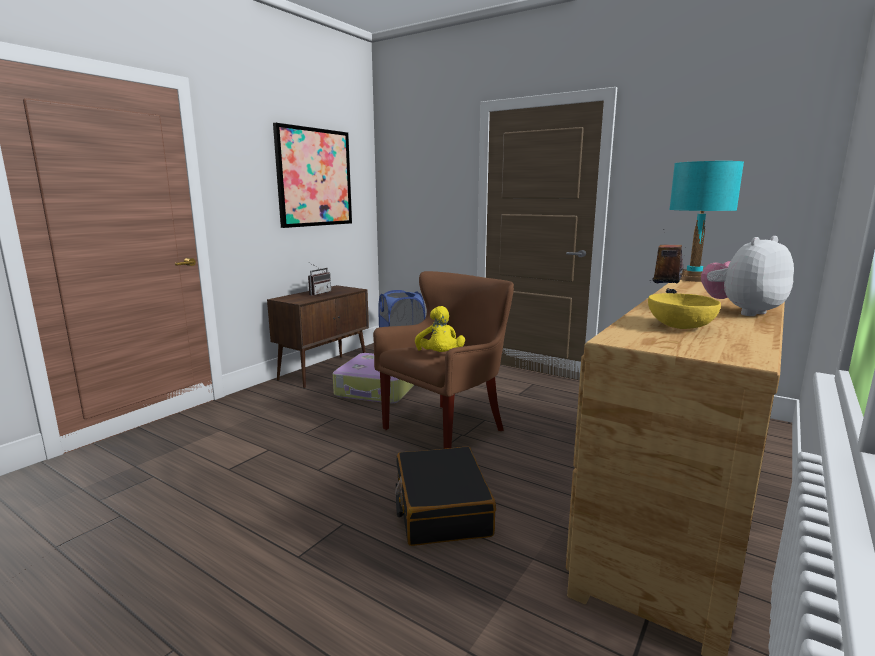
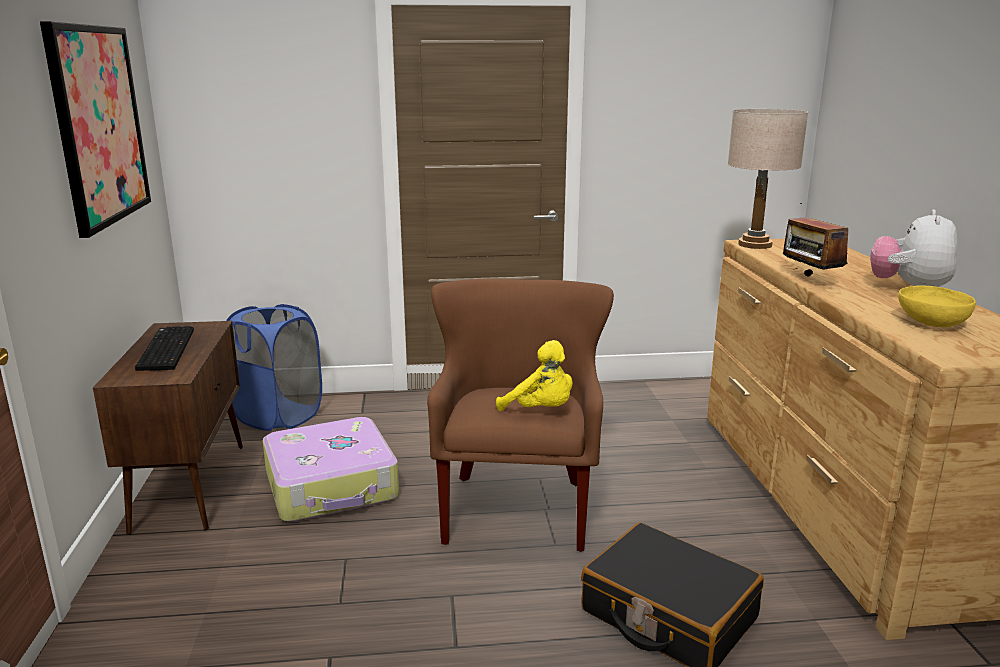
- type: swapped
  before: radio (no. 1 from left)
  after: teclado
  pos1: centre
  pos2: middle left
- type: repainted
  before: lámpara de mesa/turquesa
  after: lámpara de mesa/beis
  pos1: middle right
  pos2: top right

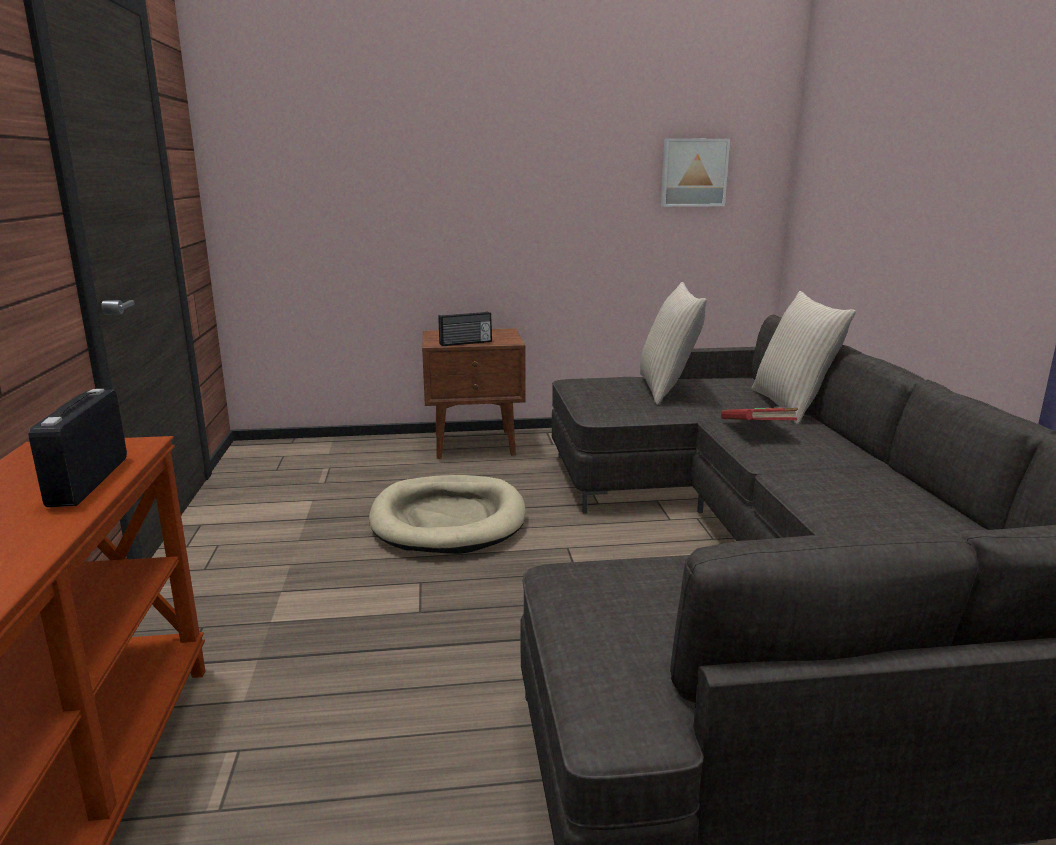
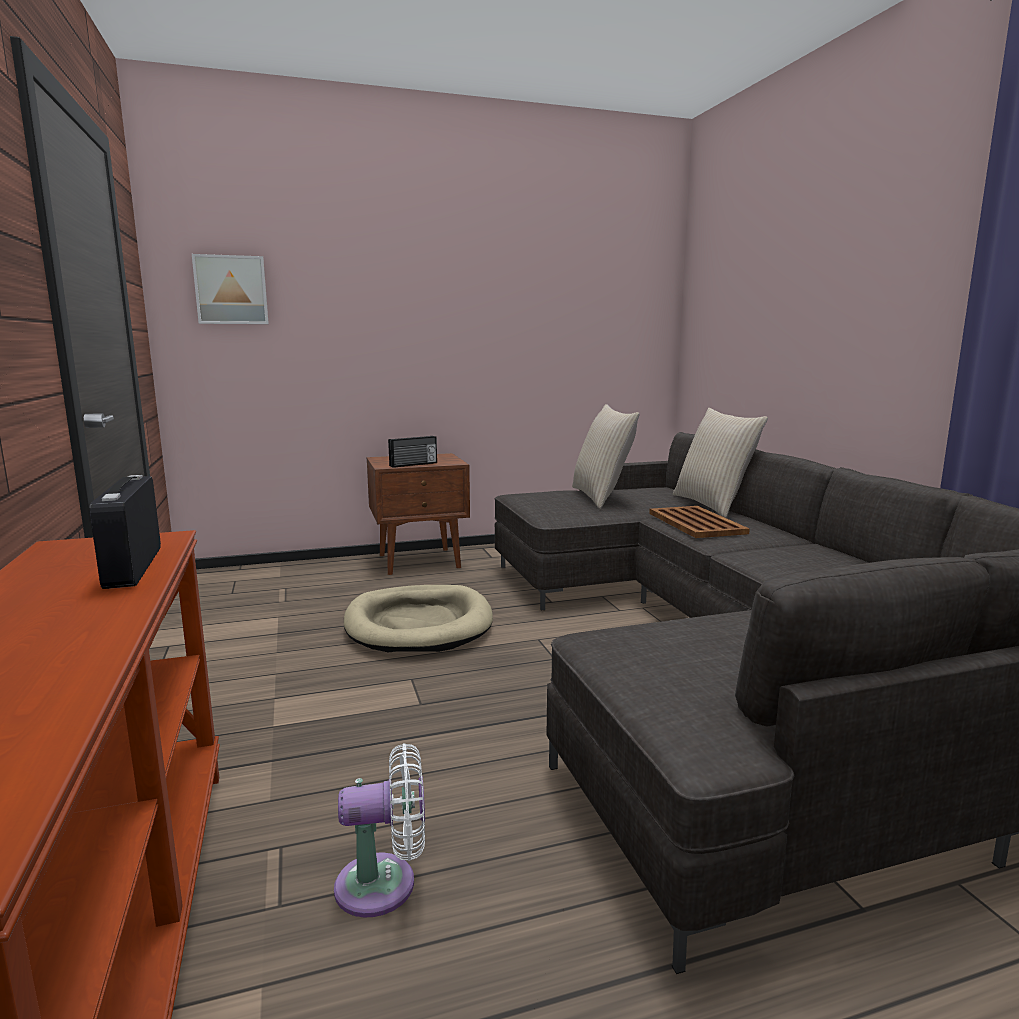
- type: shifted
  before: cuadro
  pos1: top centre
  pos2: top left
- type: swapped
  before: libro/rojo
  after: bandeja/marrón
  pos1: middle right
  pos2: middle right
- type: new
  after: ventilador/blanco
  pos2: bottom centre

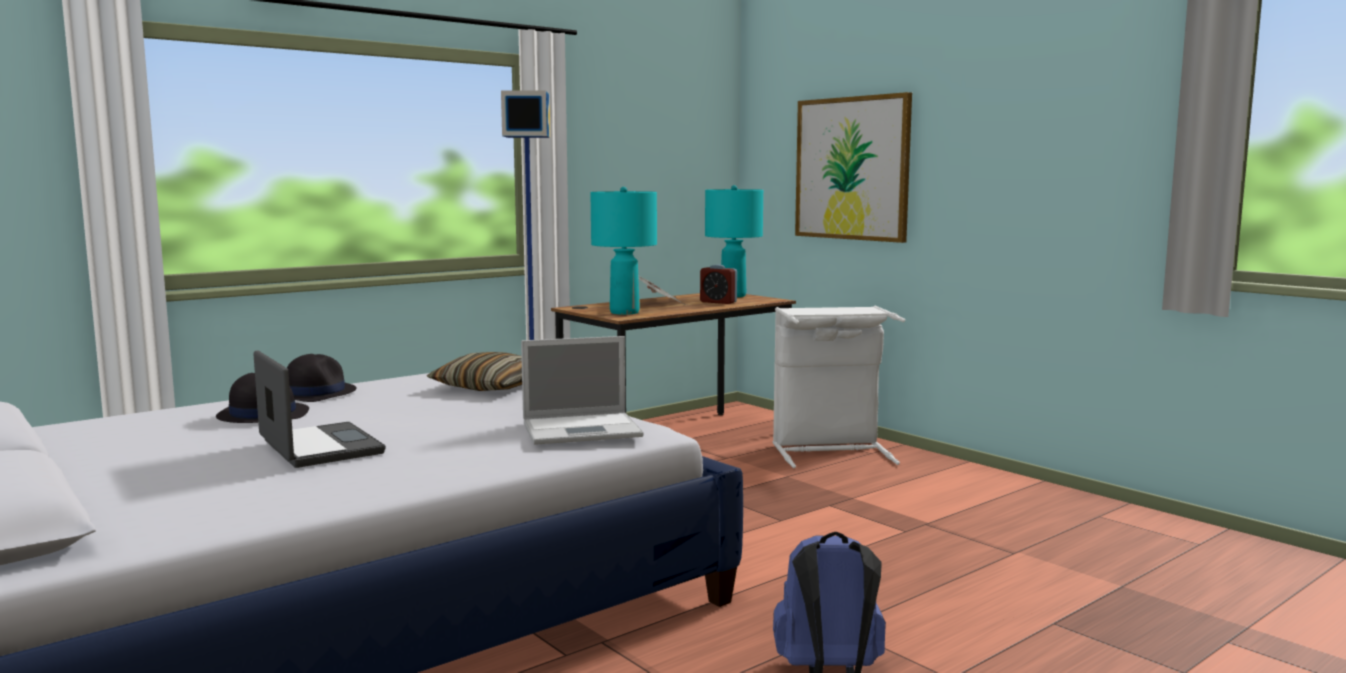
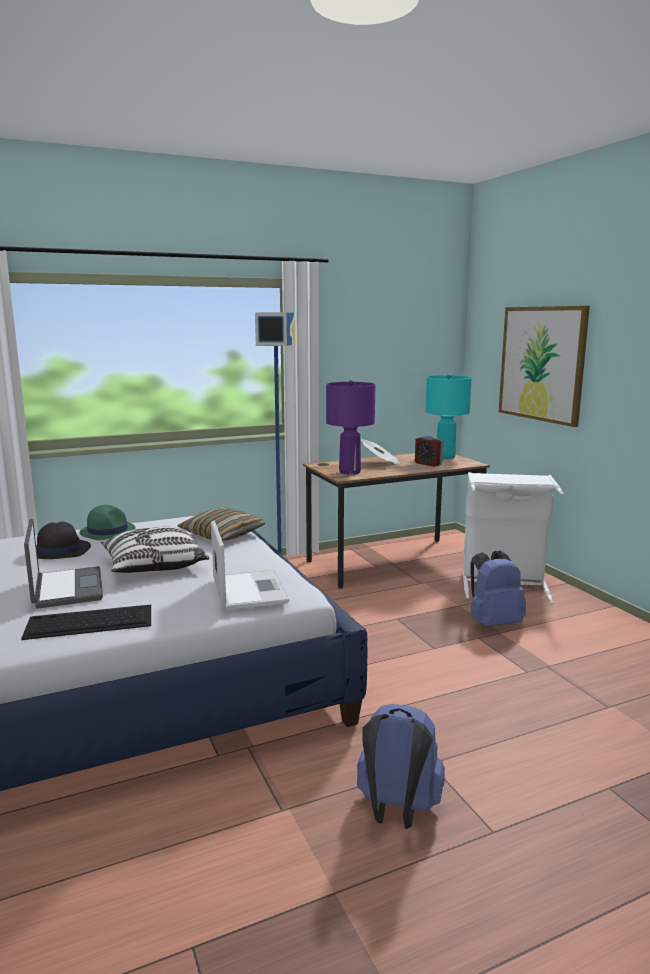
- type: repainted
  before: sombrero/negro (no. 2 from left)
  after: sombrero/verde
  pos1: middle left
  pos2: middle left
- type: rotated
  before: portátil (no. 2 from left)
  pos1: centre
  pos2: centre
  turn: -105
- type: repainted
  before: lámpara de mesa/turquesa (no. 1 from left)
  after: lámpara de mesa/morado
  pos1: centre
  pos2: centre
- type: new
  after: teclado
  pos2: middle left
- type: new
  after: cojín (no. 1 from left)
  pos2: middle left
- type: new
  after: mochila/azul (no. 2 from left)
  pos2: middle right

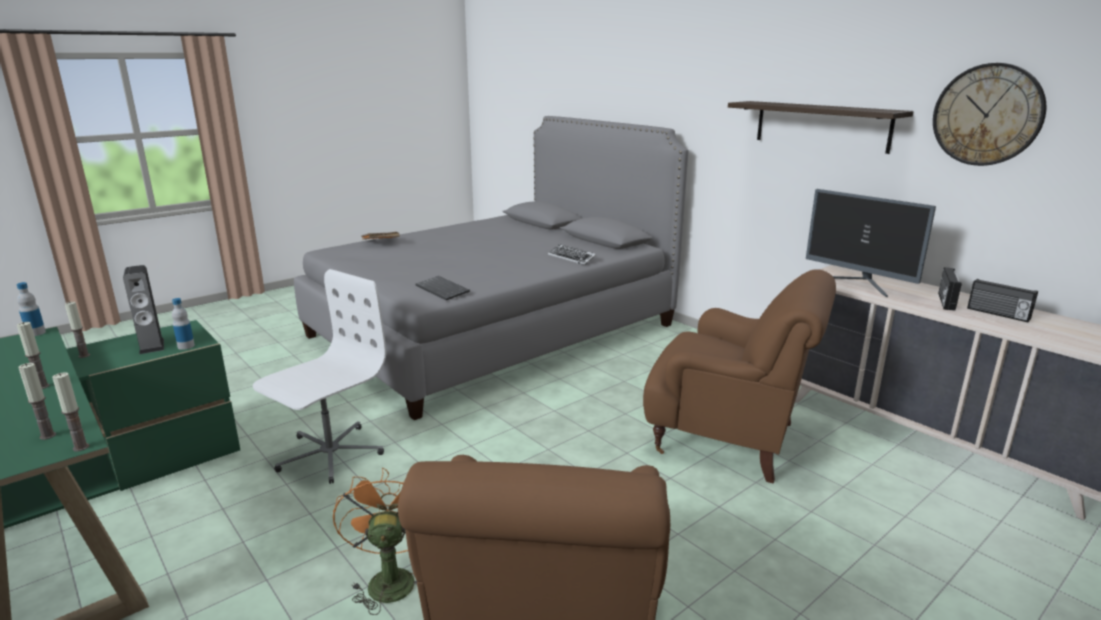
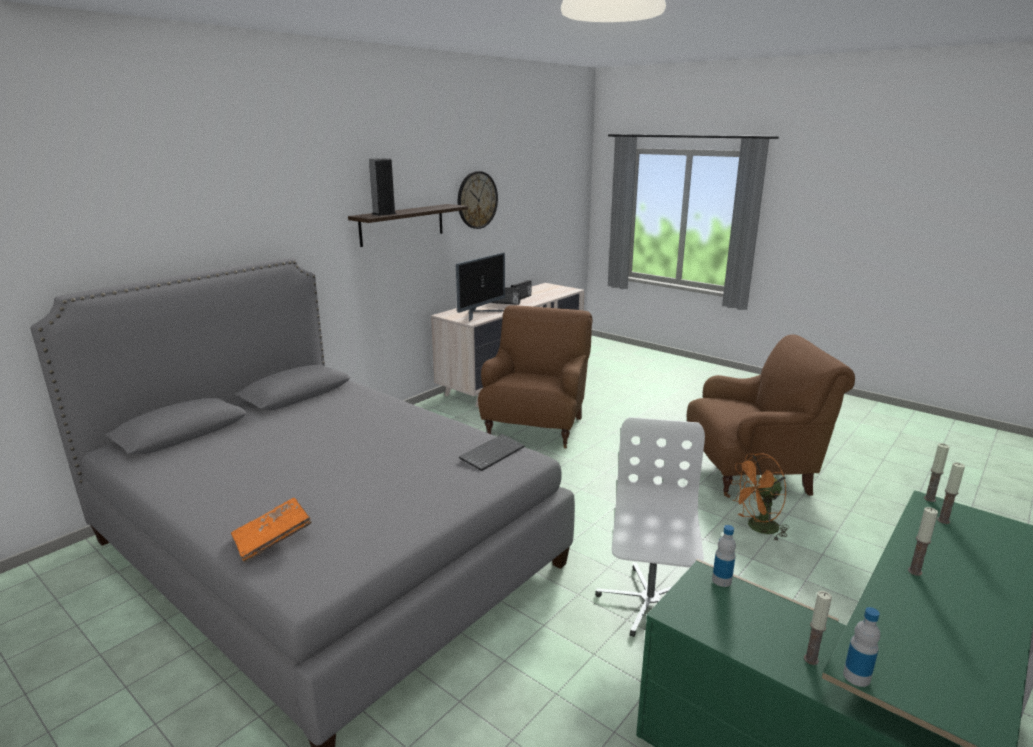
- type: shifted
  before: altavoz
  pos1: middle left
  pos2: top centre
- type: rotated
  before: silla de oficina/blanco
  pos1: middle left
  pos2: bottom centre
  turn: 75
- type: gone
  before: teclado (no. 2 from left)
  pos1: centre

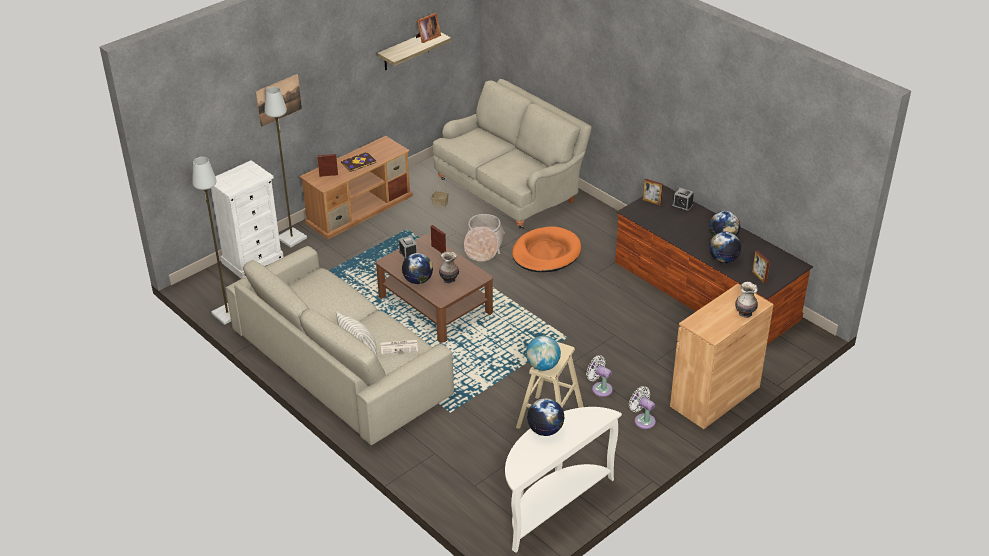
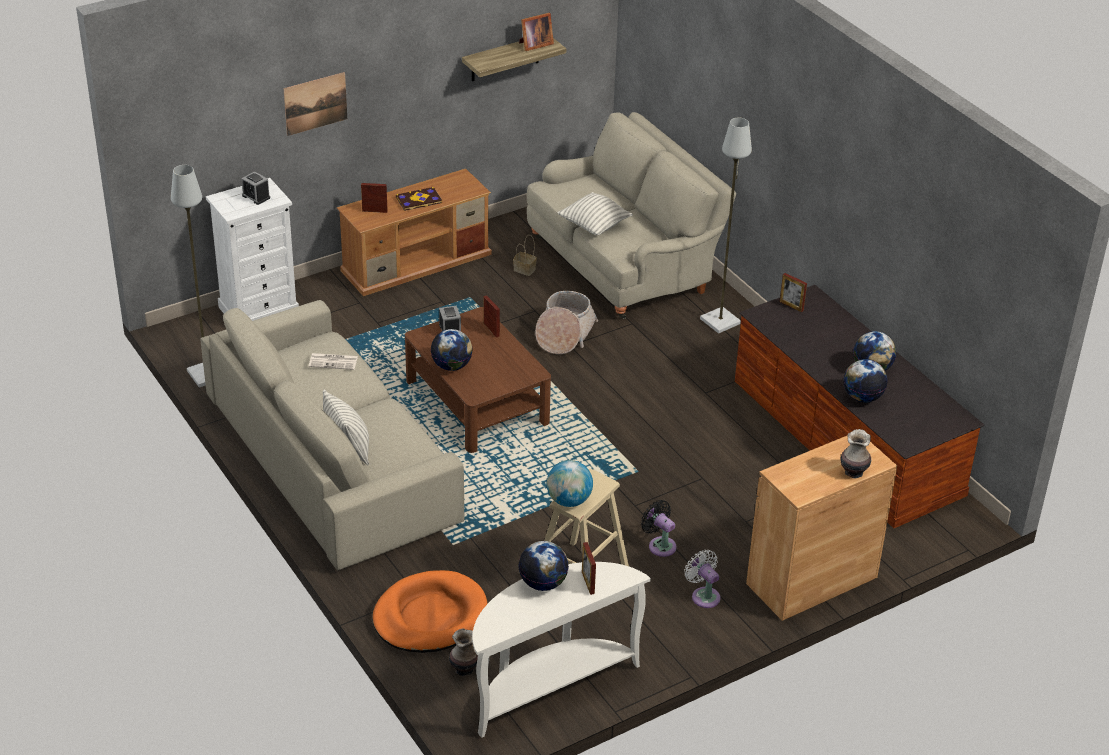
- type: shifted
  before: lámpara de pie/gris (no. 2 from left)
  pos1: top left
  pos2: top centre
- type: shifted
  before: periódico
  pos1: centre
  pos2: middle left
- type: shifted
  before: florero (no. 1 from left)
  pos1: centre
  pos2: bottom centre
- type: shifted
  before: cama para perro/naranja
  pos1: centre
  pos2: bottom centre
- type: repainted
  before: ventilador/blanco (no. 1 from left)
  after: ventilador/negro
  pos1: bottom centre
  pos2: bottom centre
- type: shifted
  before: despertador (no. 2 from left in the first image)
  after: despertador (no. 1 from left)
  pos1: middle right
  pos2: top left
- type: shifted
  before: portarretratos (no. 5 from left in the first image)
  after: portarretratos (no. 4 from left)
  pos1: middle right
  pos2: bottom centre
- type: new
  after: cojín (no. 2 from left)
  pos2: top centre

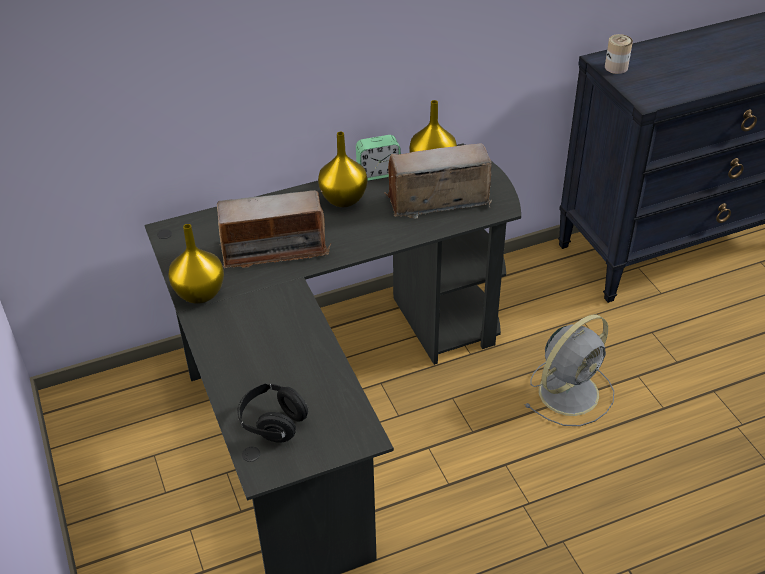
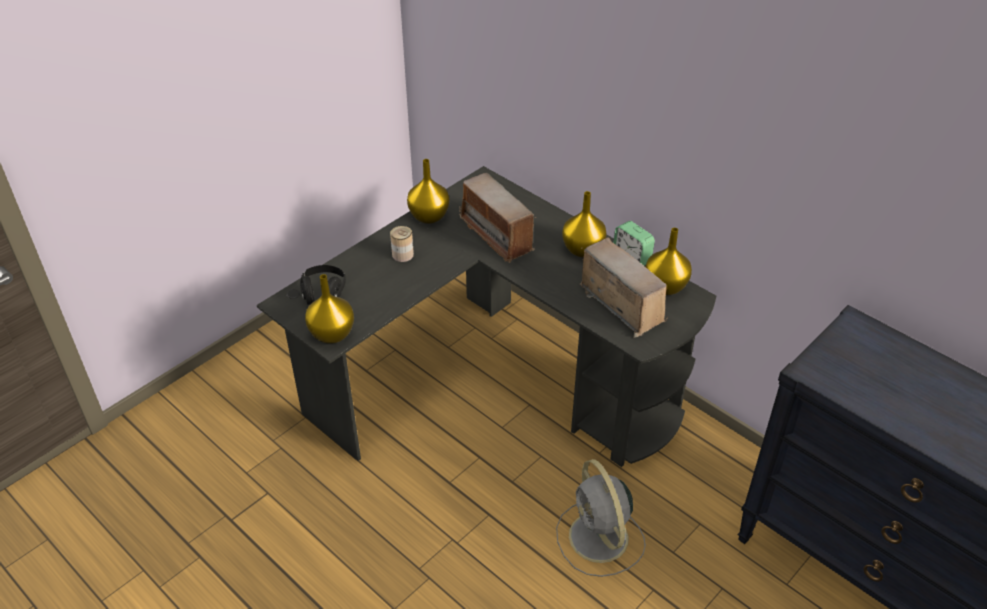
- type: rotated
  before: ventilador/gris
  pos1: middle right
  pos2: bottom centre
  turn: 45
- type: shifted
  before: lata
  pos1: top right
  pos2: centre
- type: new
  after: florero/amarillo (no. 1 from left)
  pos2: centre

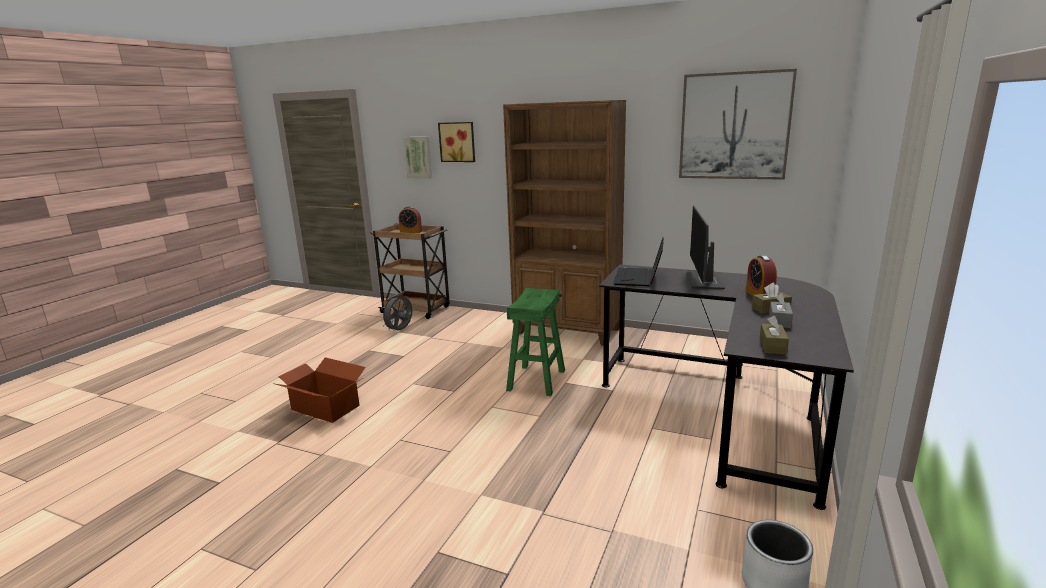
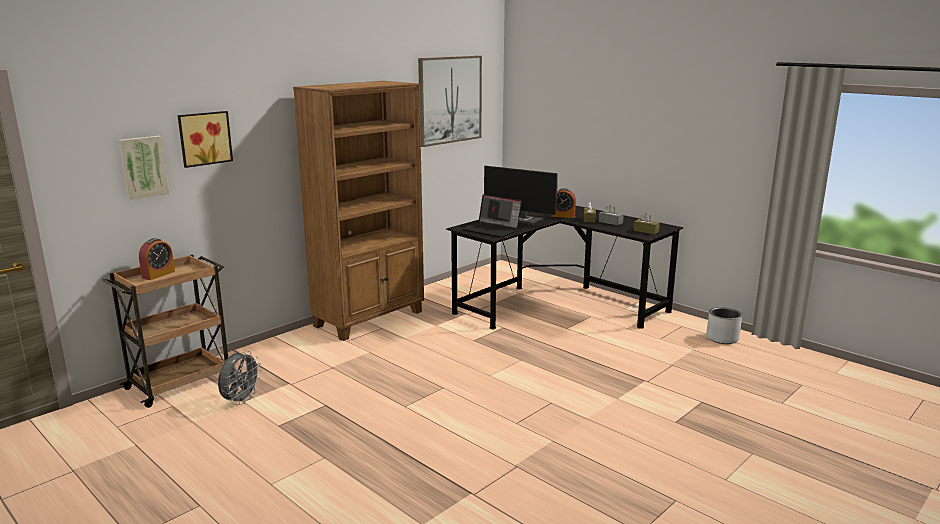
- type: gone
  before: caja de cartón
  pos1: middle left
- type: rotated
  before: ventilador/gris
  pos1: centre
  pos2: bottom left
  turn: -120
- type: gone
  before: taburete/verde
  pos1: centre

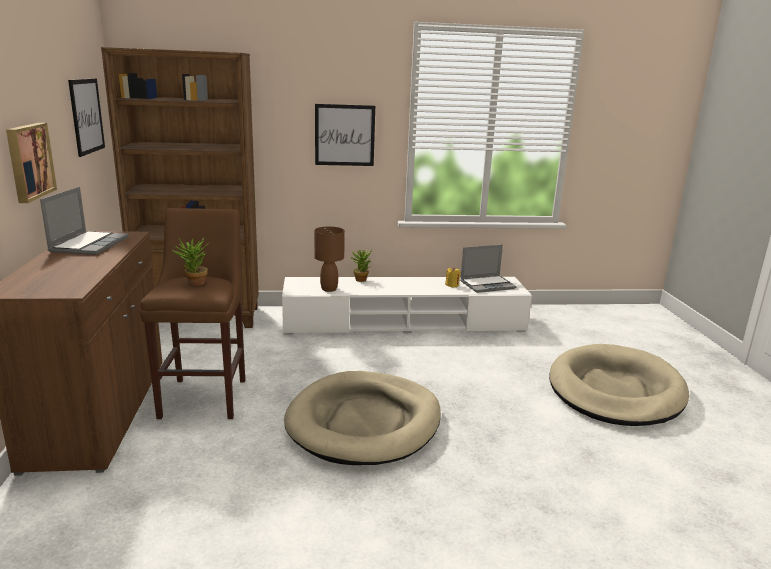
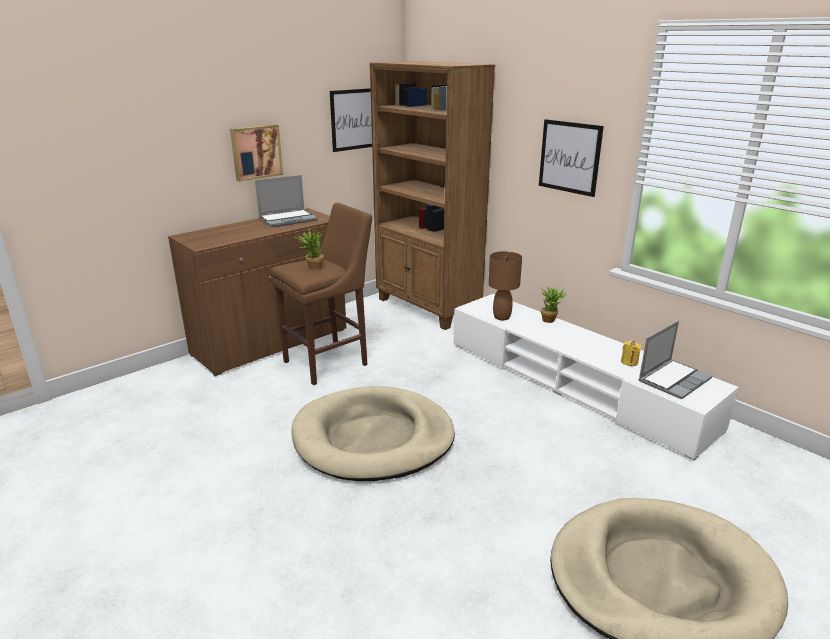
- type: rotated
  before: portátil (no. 2 from left)
  pos1: centre
  pos2: middle right
  turn: -75

